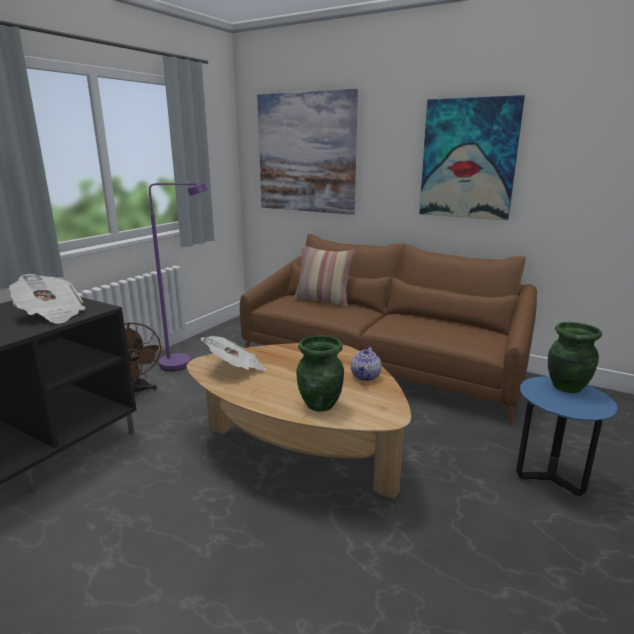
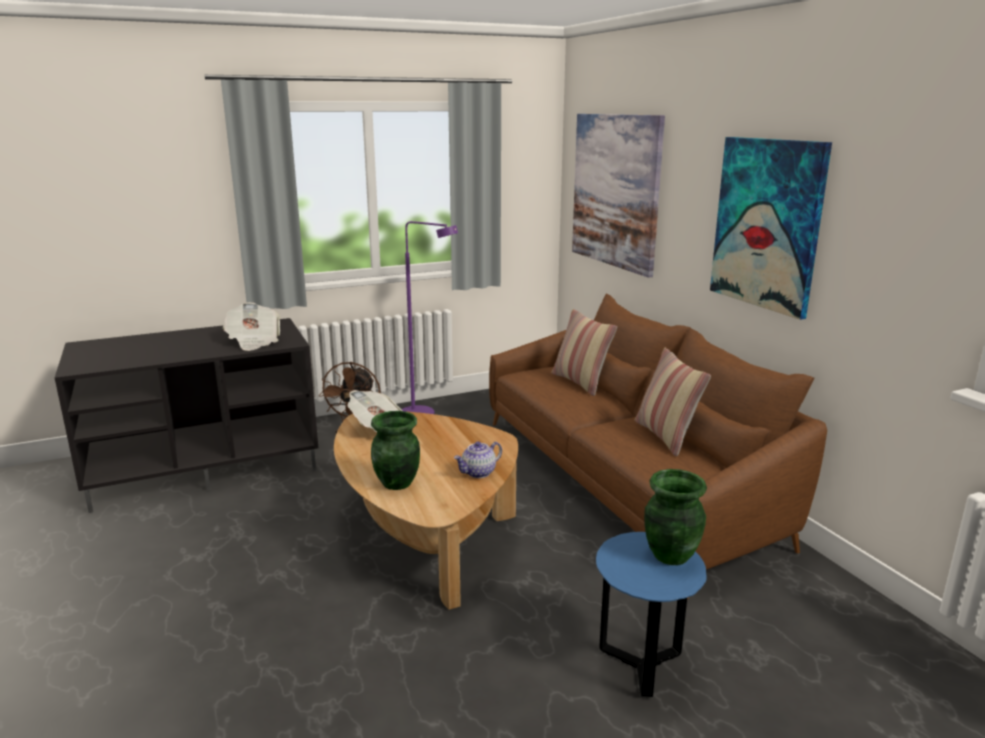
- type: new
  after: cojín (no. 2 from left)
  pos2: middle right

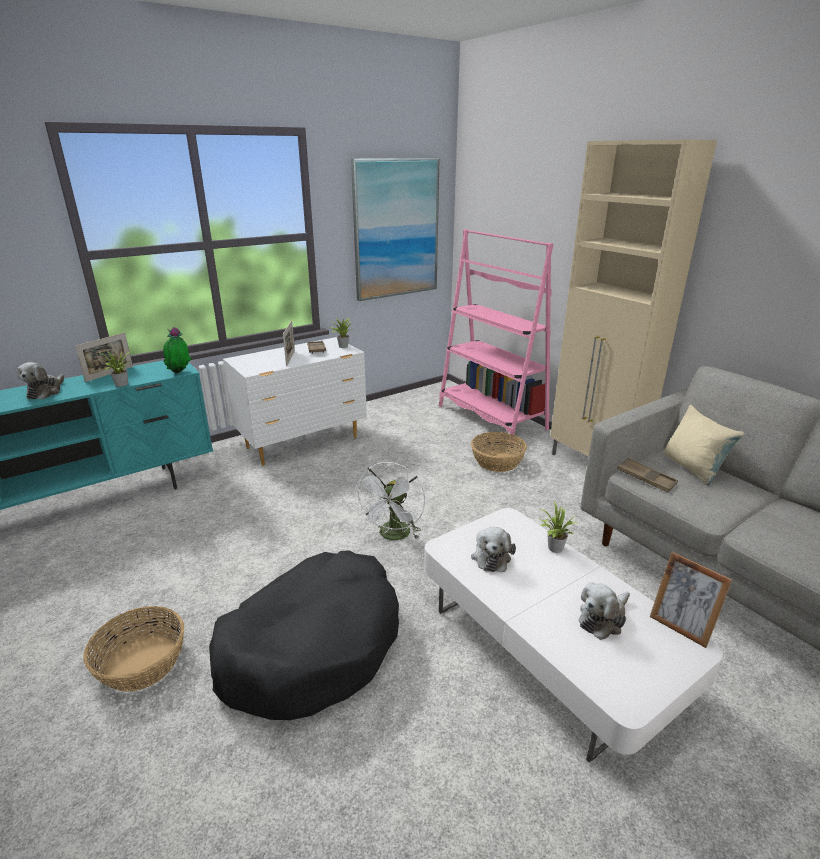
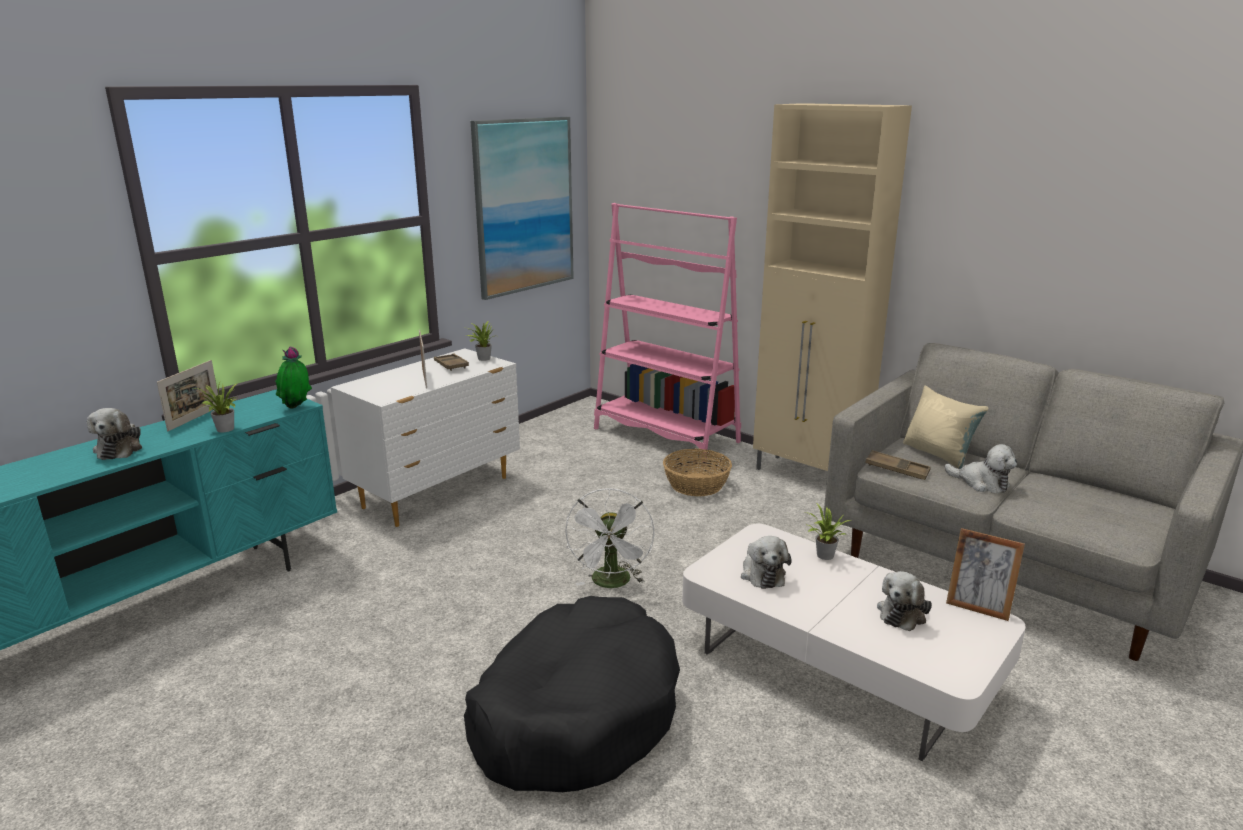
- type: gone
  before: cesta (no. 1 from left)
  pos1: bottom left
- type: new
  after: peluche (no. 4 from left)
  pos2: middle right

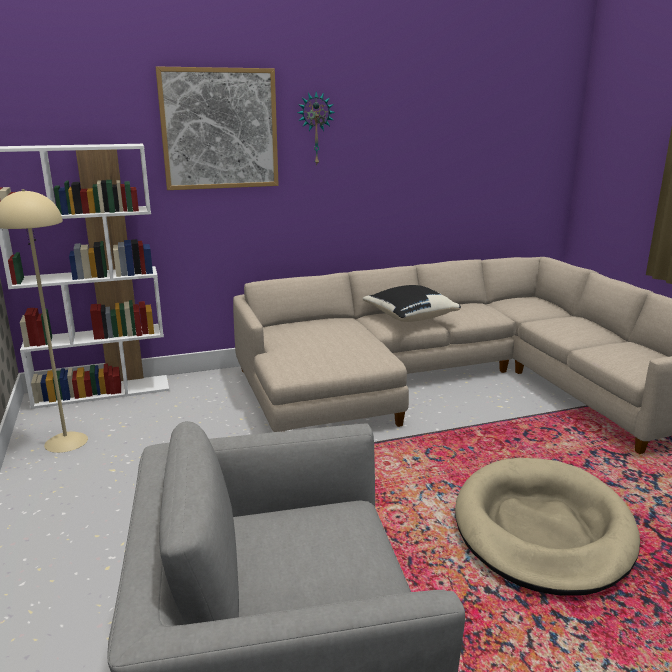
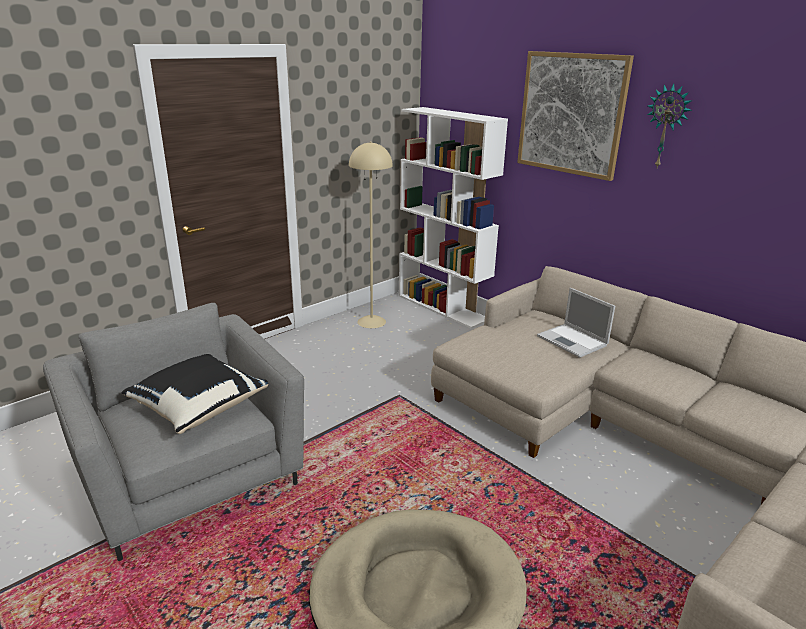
- type: shifted
  before: cojín/negro
  pos1: centre
  pos2: middle left
- type: new
  after: portátil
  pos2: middle right

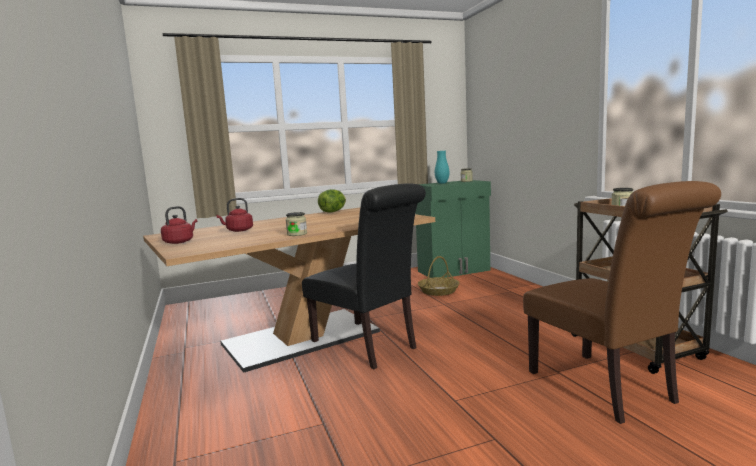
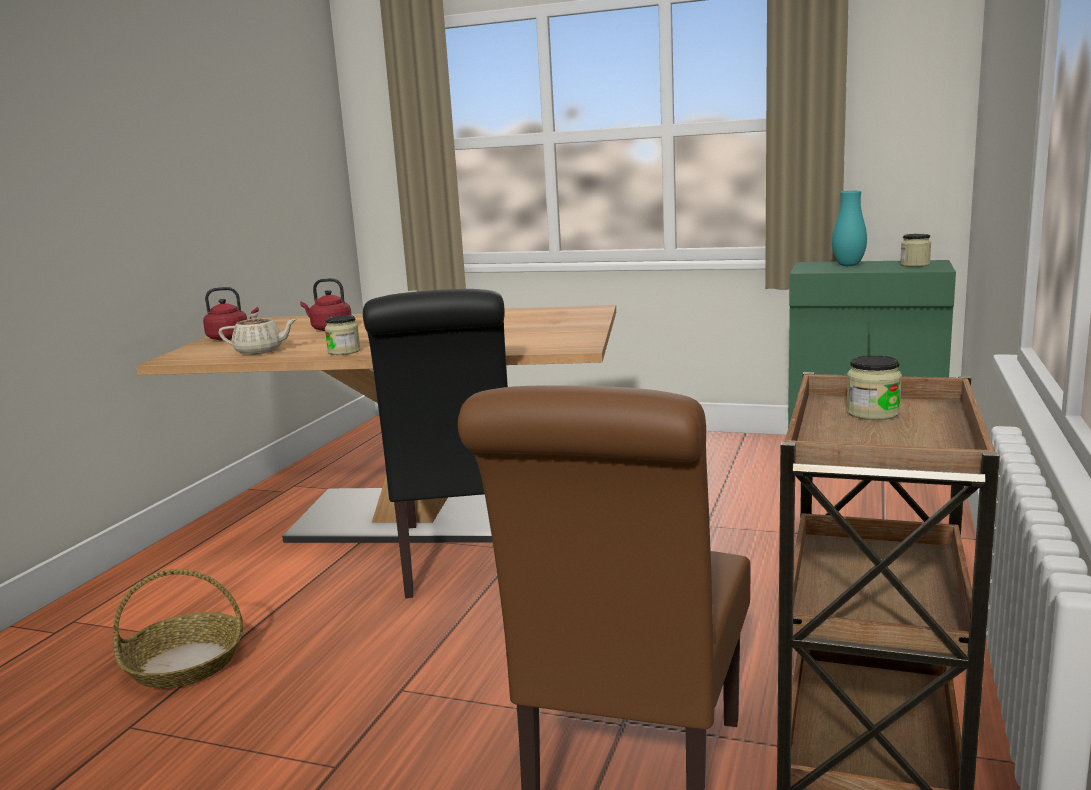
- type: gone
  before: lechuga
  pos1: centre
- type: shifted
  before: cesta
  pos1: centre
  pos2: bottom left
- type: new
  after: tetera/beis
  pos2: middle left

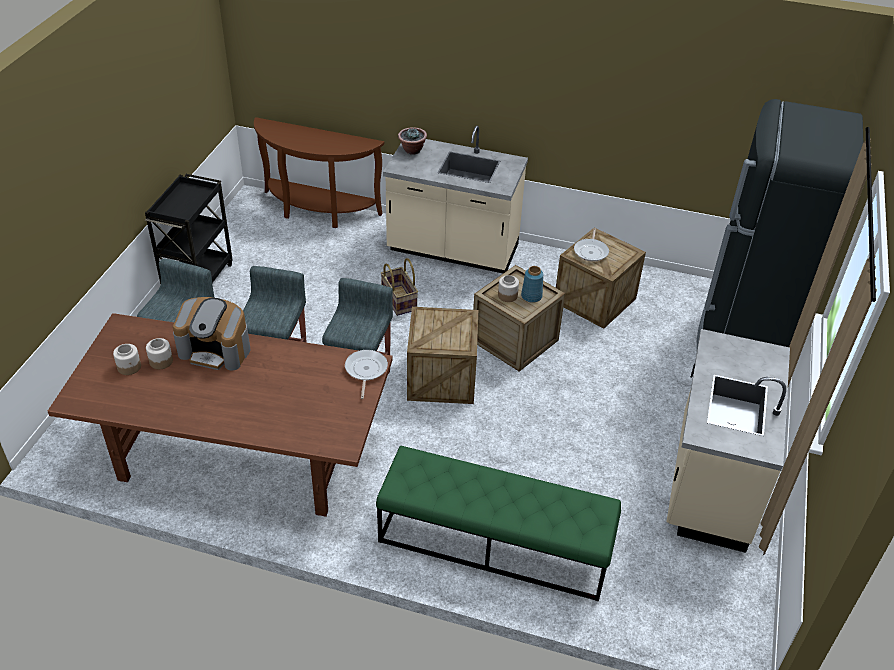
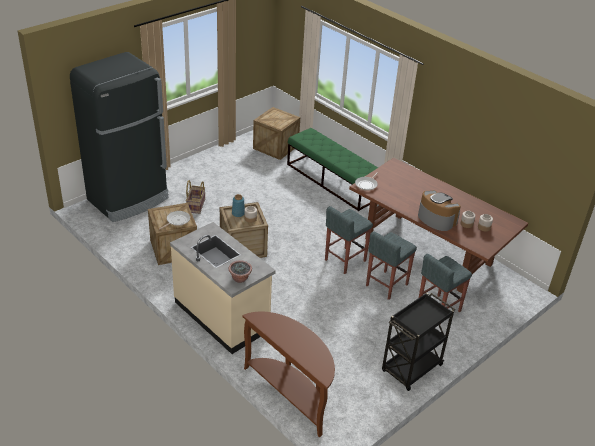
- type: shifted
  before: cesta
  pos1: centre
  pos2: middle left
- type: shifted
  before: caja de embalaje (no. 1 from left in the first image)
  after: caja de embalaje (no. 3 from left)
  pos1: centre
  pos2: top centre
- type: gone
  before: mueble bajo de cocina/beis (no. 2 from left)
  pos1: middle right

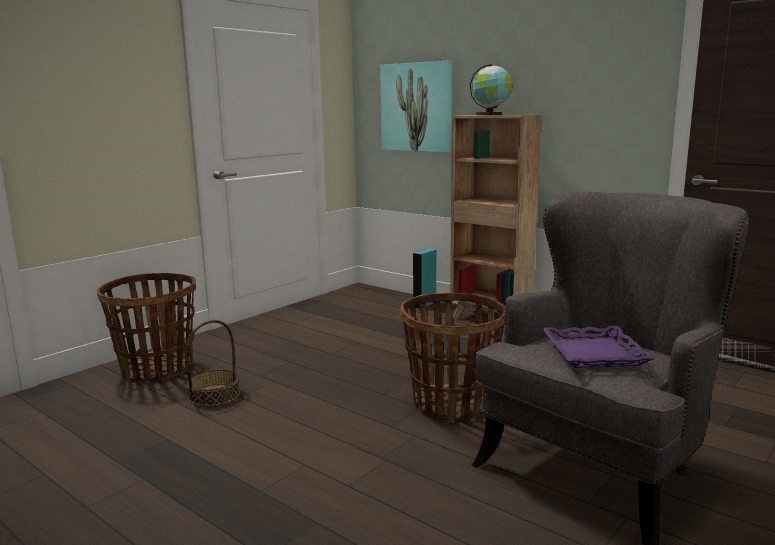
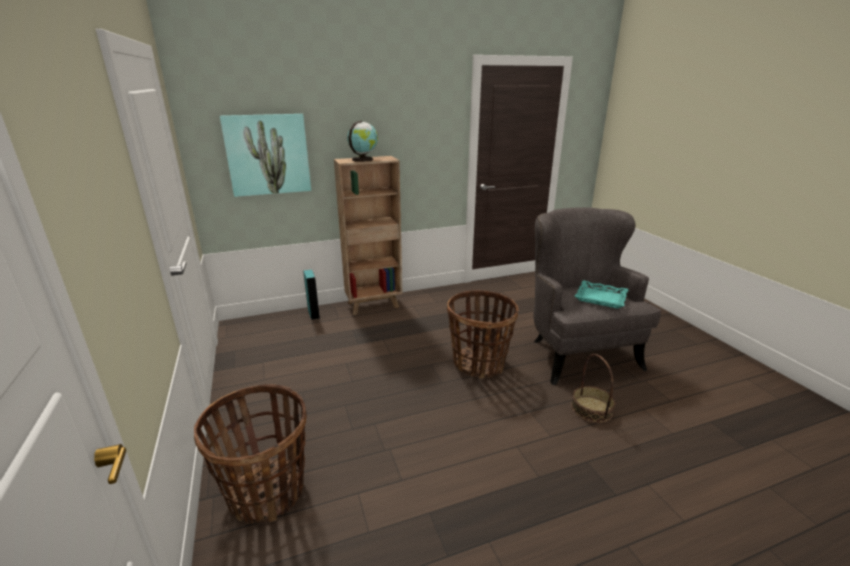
- type: shifted
  before: cesta (no. 2 from left in the first image)
  after: cesta (no. 3 from left)
  pos1: middle left
  pos2: bottom right
- type: repainted
  before: bandeja/morado
  after: bandeja/turquesa
  pos1: middle right
  pos2: middle right

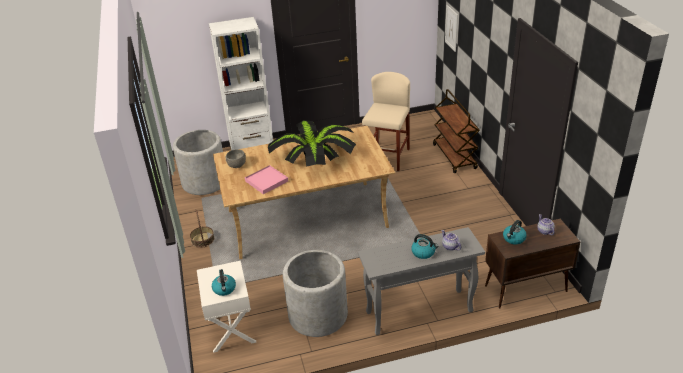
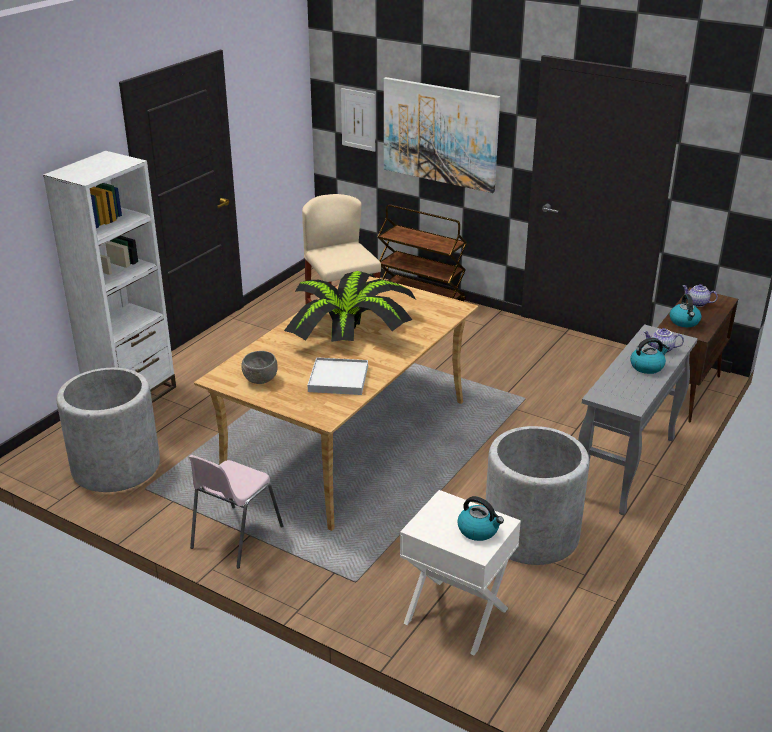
- type: swapped
  before: cesta
  after: silla/rosa
  pos1: middle left
  pos2: bottom left
- type: repainted
  before: bandeja/rosa
  after: bandeja/blanco
  pos1: centre
  pos2: centre
- type: new
  after: cuadro (no. 2 from left)
  pos2: top centre

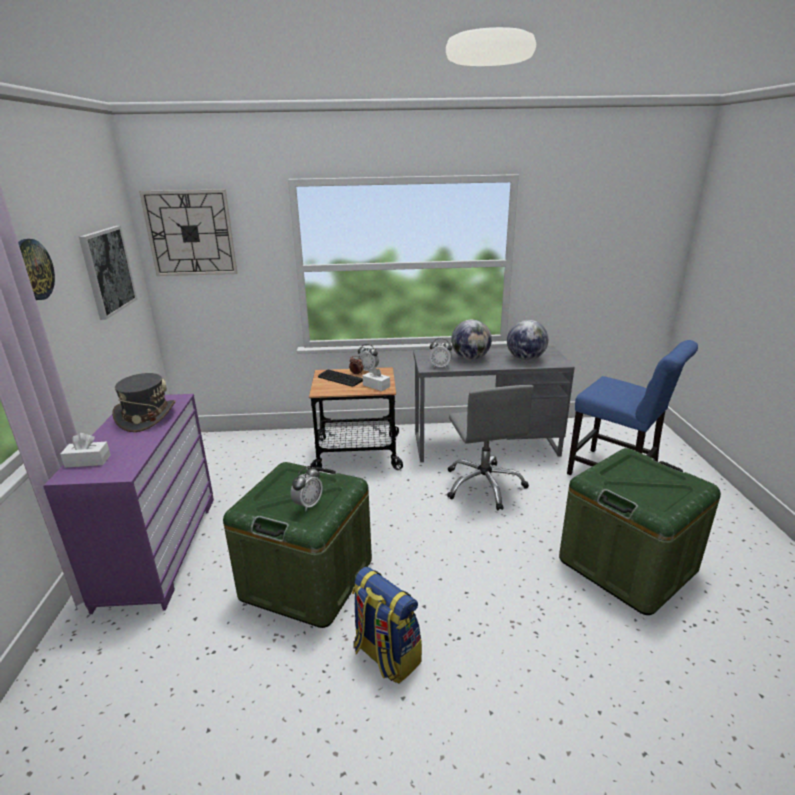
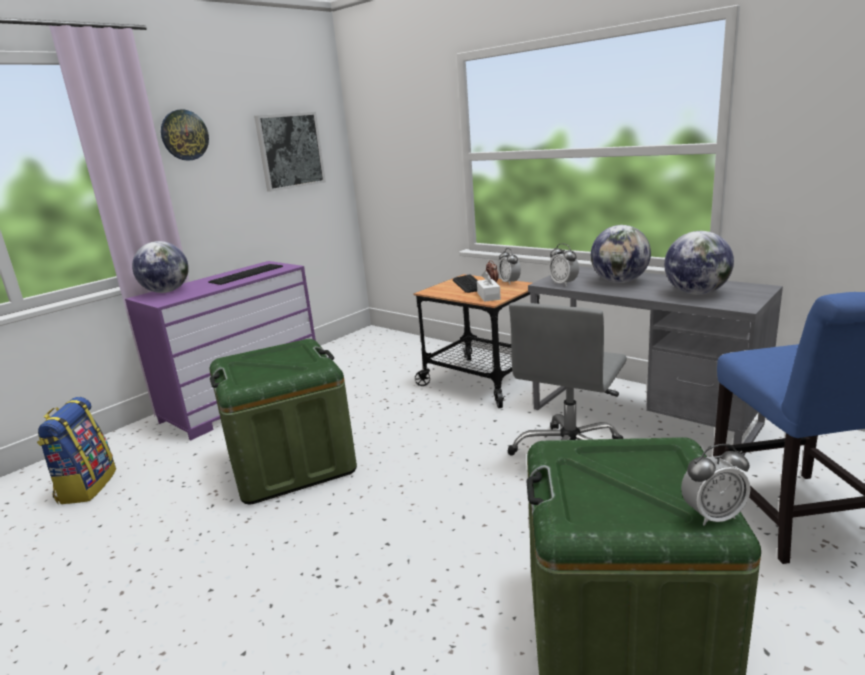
- type: swapped
  before: caja de pañuelos/blanco (no. 1 from left)
  after: globo terráqueo (no. 1 from left)
  pos1: middle left
  pos2: middle left
- type: swapped
  before: sombrero/gris
  after: teclado (no. 1 from left)
  pos1: middle left
  pos2: middle left
- type: gone
  before: reloj de pared (no. 2 from left)
  pos1: top left
- type: shifted
  before: despertador (no. 1 from left in the first image)
  after: despertador (no. 4 from left)
  pos1: centre
  pos2: bottom right
- type: shifted
  before: mochila
  pos1: bottom centre
  pos2: bottom left

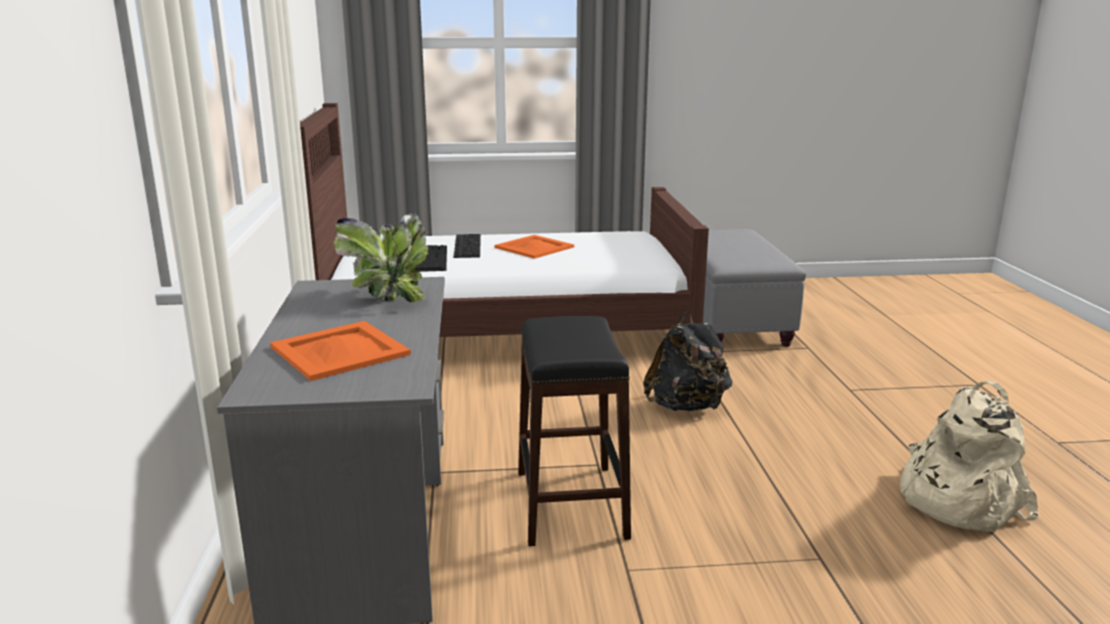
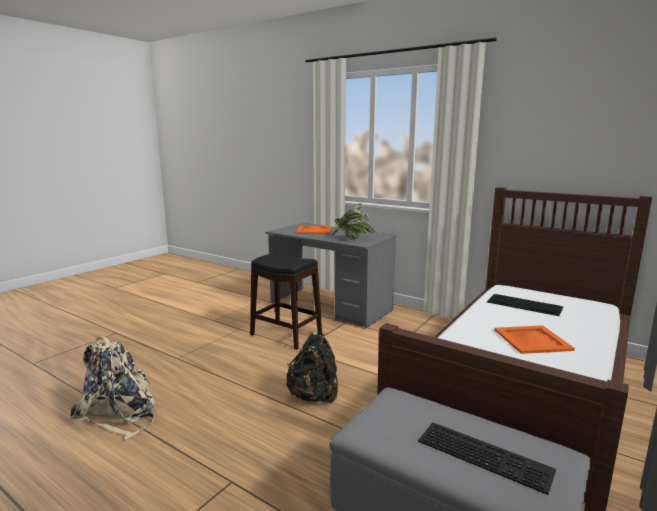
- type: shifted
  before: teclado (no. 2 from left in the first image)
  after: teclado (no. 1 from left)
  pos1: centre
  pos2: bottom right

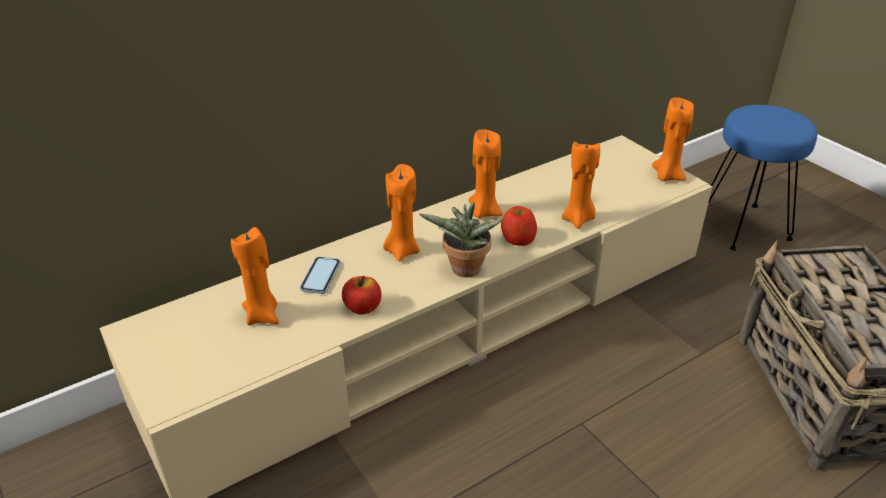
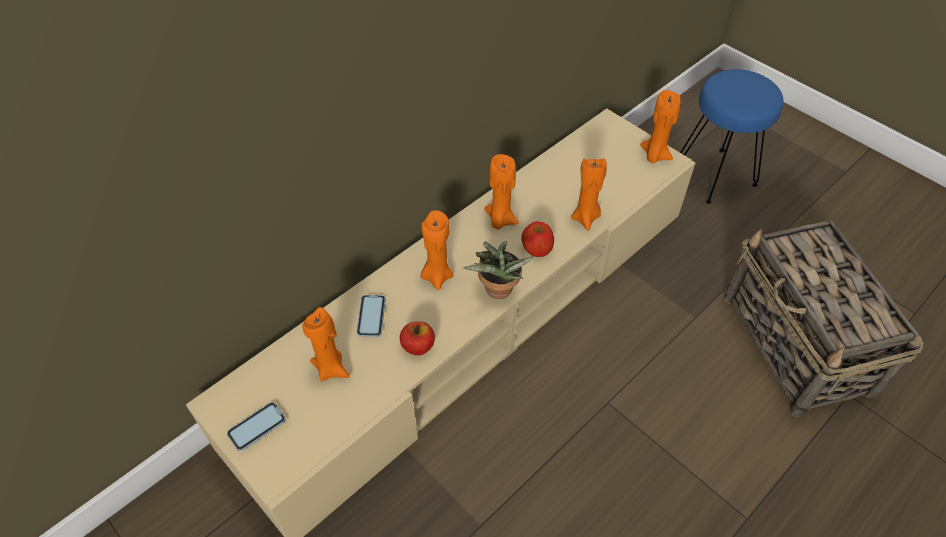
- type: new
  after: móvil (no. 1 from left)
  pos2: bottom left

